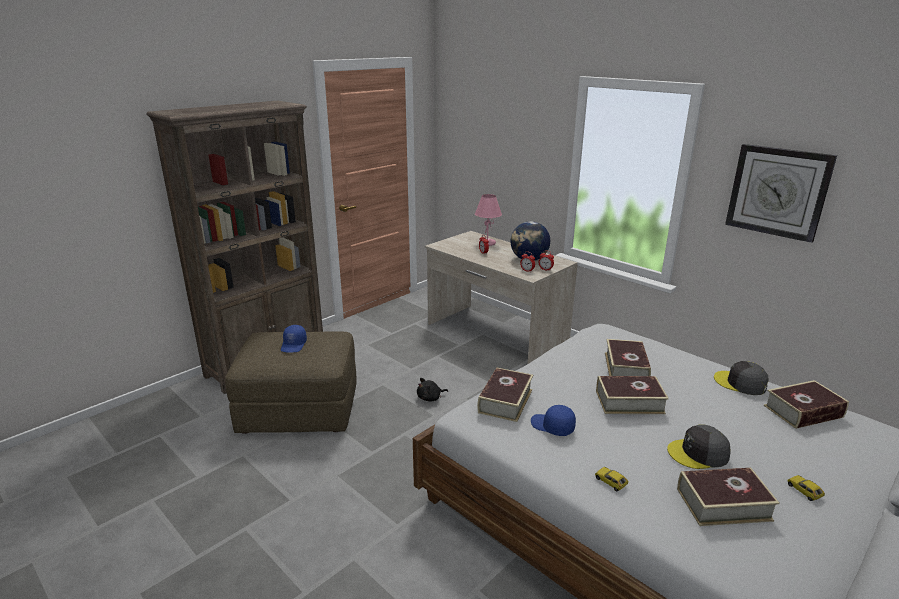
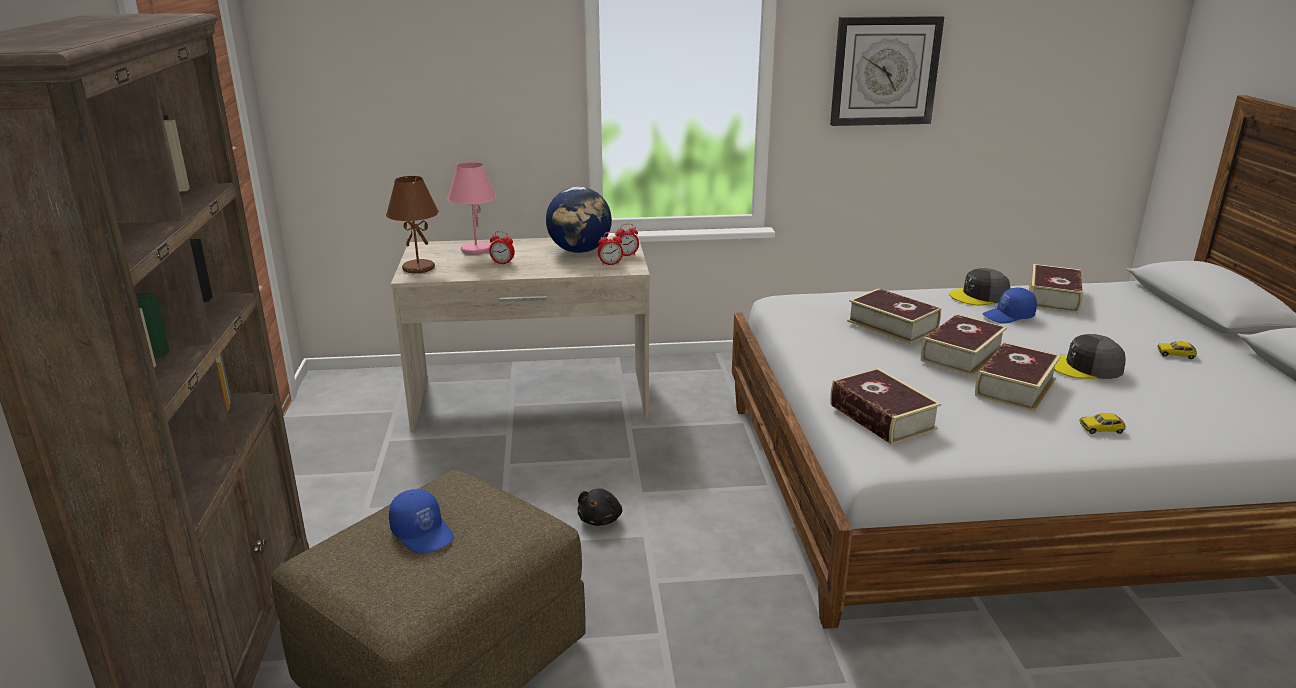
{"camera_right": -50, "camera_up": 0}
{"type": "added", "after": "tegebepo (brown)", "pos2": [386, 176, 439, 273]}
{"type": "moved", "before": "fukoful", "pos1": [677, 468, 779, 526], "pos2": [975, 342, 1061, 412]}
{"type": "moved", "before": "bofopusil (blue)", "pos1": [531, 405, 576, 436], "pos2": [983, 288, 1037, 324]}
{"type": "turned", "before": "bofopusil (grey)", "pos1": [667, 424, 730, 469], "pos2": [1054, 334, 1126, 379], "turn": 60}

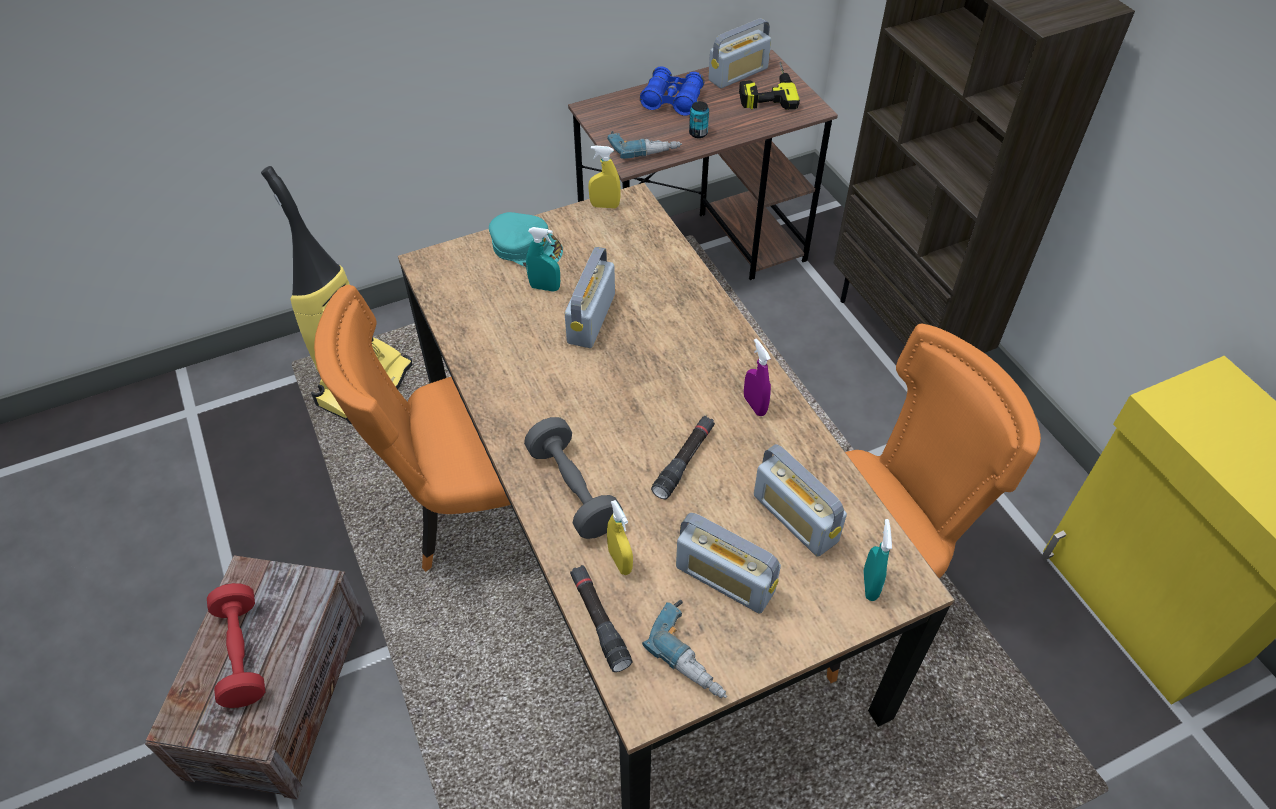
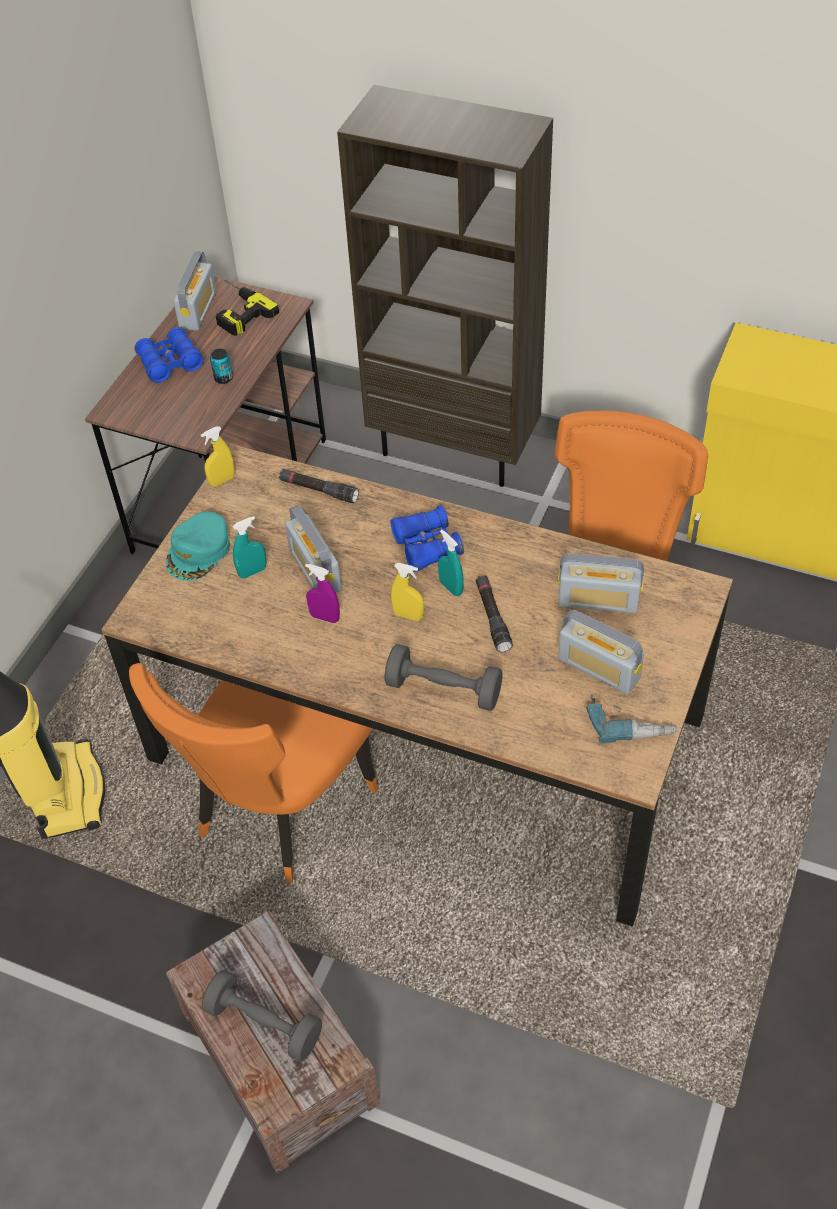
{"camera_right": -40, "camera_up": 0}
{"type": "turned", "before": "bofopusil (turquoise)", "pos1": [489, 212, 563, 267], "pos2": [166, 512, 230, 581], "turn": 120}
{"type": "recoloured", "before": "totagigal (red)", "after": "totagigal (grey)", "pos1": [207, 583, 265, 708], "pos2": [202, 970, 322, 1062]}
{"type": "moved", "before": "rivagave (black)", "pos1": [570, 565, 633, 672], "pos2": [279, 469, 359, 503]}
{"type": "moved", "before": "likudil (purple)", "pos1": [744, 338, 771, 416], "pos2": [305, 564, 340, 623]}
{"type": "added", "after": "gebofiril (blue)", "pos2": [390, 505, 464, 572]}
{"type": "moved", "before": "likudil (yellow)", "pos1": [607, 500, 633, 575], "pos2": [391, 563, 424, 621]}
{"type": "moved", "before": "likudil (turquoise)", "pos1": [864, 519, 892, 601], "pos2": [438, 530, 464, 596]}
{"type": "turned", "before": "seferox", "pos1": [676, 513, 781, 614], "pos2": [558, 610, 644, 694], "turn": 45}
{"type": "removed", "before": "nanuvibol", "pos1": [607, 131, 682, 159]}

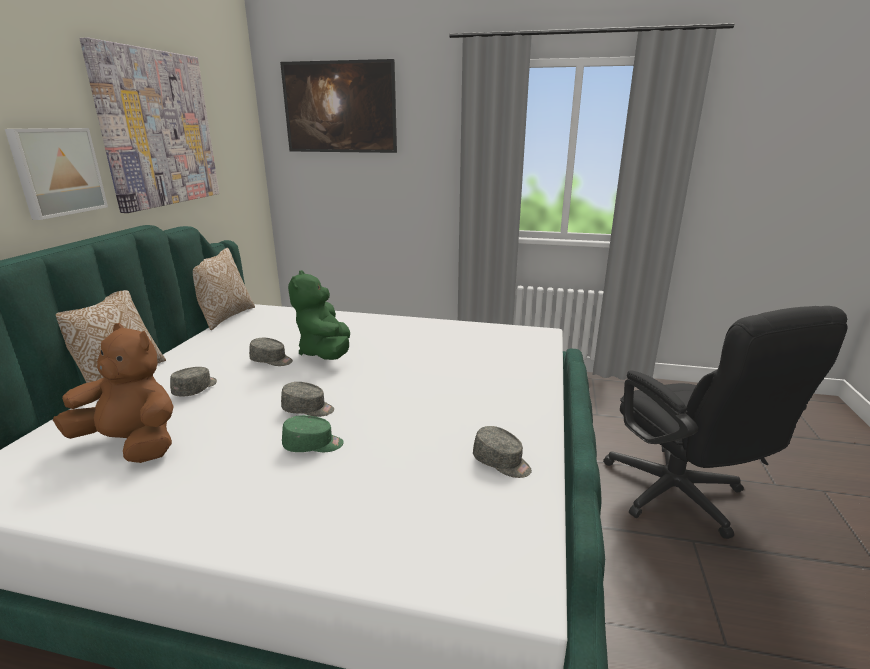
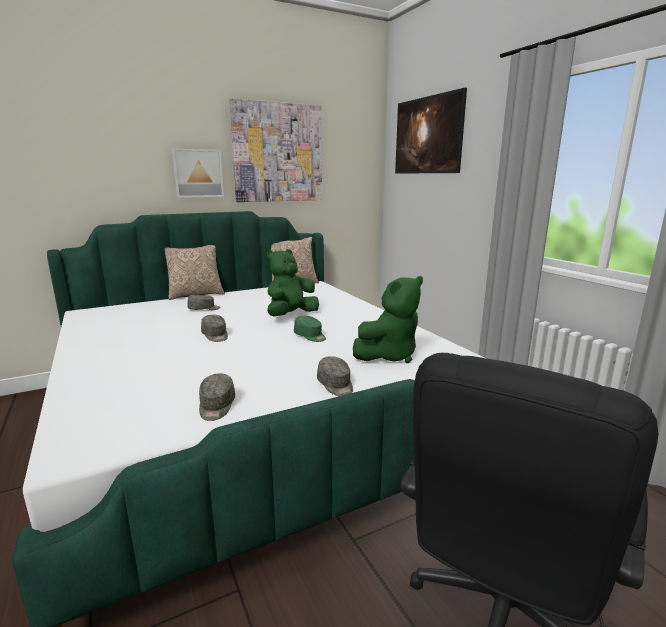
{"camera_right": 50, "camera_up": -5}
{"type": "moved", "before": "bofopusil (green)", "pos1": [282, 415, 344, 452], "pos2": [294, 316, 326, 342]}
{"type": "moved", "before": "bofopusil (grey)", "pos1": [249, 338, 293, 366], "pos2": [317, 356, 353, 396]}
{"type": "added", "after": "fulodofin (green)", "pos2": [353, 276, 423, 363]}
{"type": "removed", "before": "fulodofin (brown)", "pos1": [53, 323, 173, 463]}

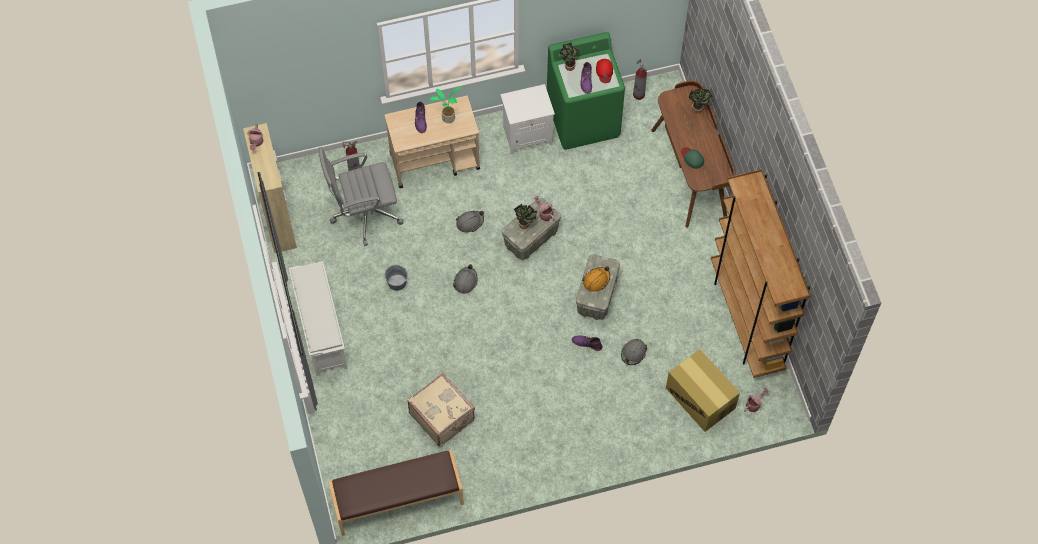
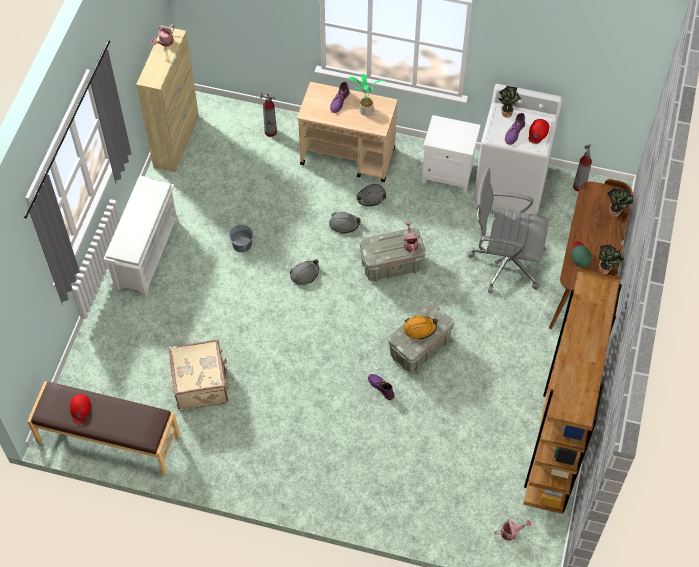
{"camera_right": 30, "camera_up": -5}
{"type": "added", "after": "bofopusil (red)", "pos2": [70, 394, 91, 425]}
{"type": "moved", "before": "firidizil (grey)", "pos1": [621, 339, 647, 365], "pos2": [356, 184, 386, 206]}
{"type": "moved", "before": "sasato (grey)", "pos1": [319, 147, 403, 246], "pos2": [468, 167, 549, 293]}
{"type": "recoloured", "before": "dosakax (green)", "after": "dosakax (white)", "pos1": [547, 32, 625, 150], "pos2": [474, 84, 563, 215]}
{"type": "moved", "before": "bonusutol", "pos1": [514, 204, 537, 229], "pos2": [599, 244, 624, 274]}
{"type": "removed", "before": "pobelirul", "pos1": [666, 349, 740, 432]}

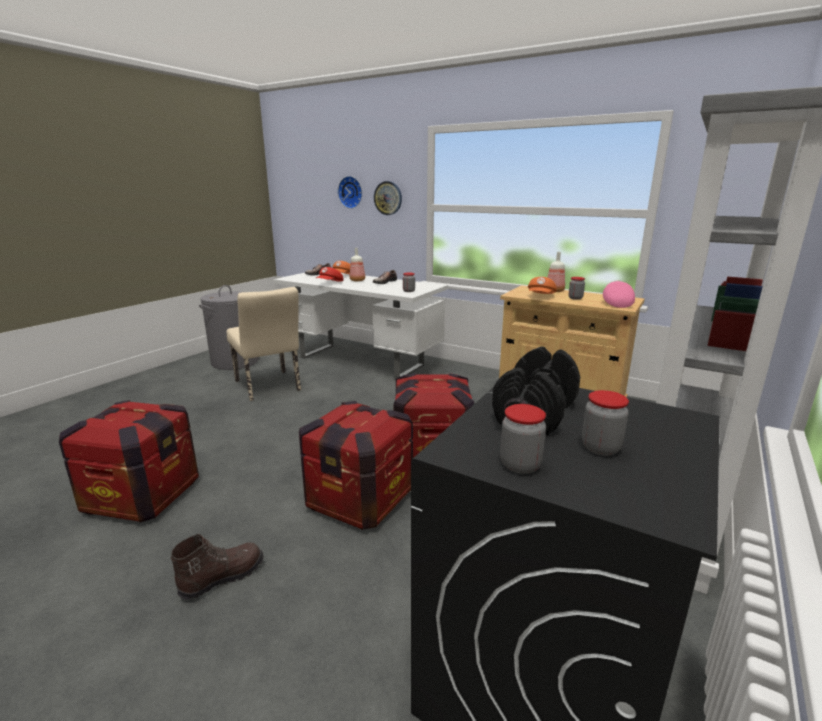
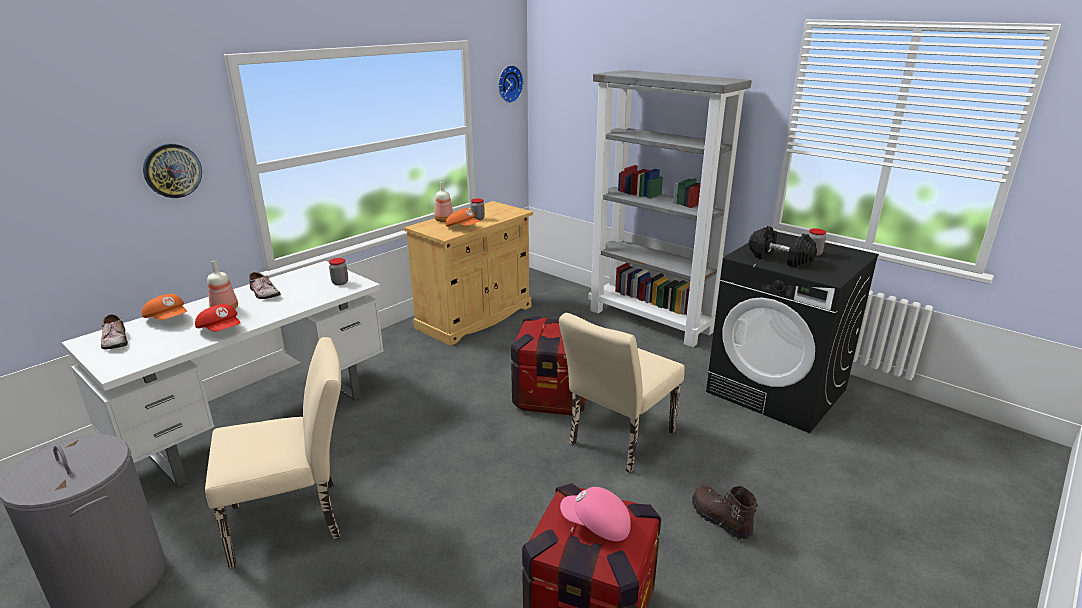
{"camera_right": -80, "camera_up": 5}
{"type": "moved", "before": "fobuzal", "pos1": [338, 176, 362, 209], "pos2": [498, 65, 524, 103]}
{"type": "replaced", "before": "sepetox", "after": "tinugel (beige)", "pos1": [299, 401, 413, 530], "pos2": [559, 313, 685, 473]}
{"type": "moved", "before": "bofopusil (pink)", "pos1": [603, 281, 635, 308], "pos2": [560, 487, 631, 541]}
{"type": "removed", "before": "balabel", "pos1": [500, 404, 546, 474]}

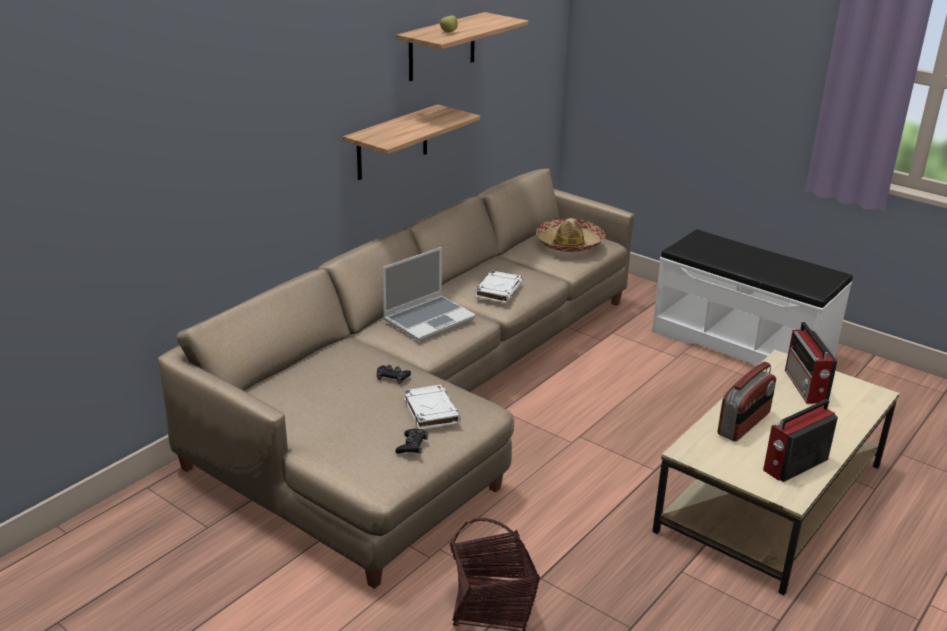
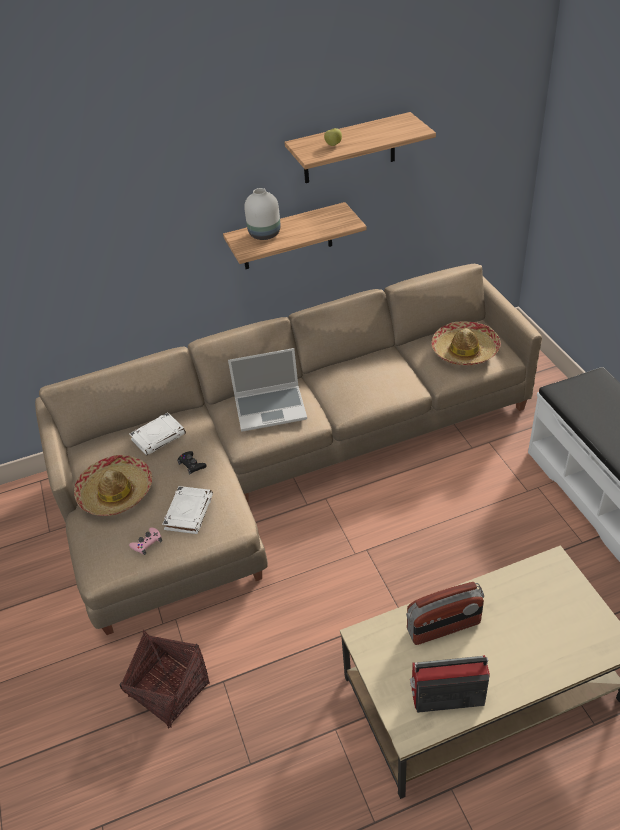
{"camera_right": 35, "camera_up": 15}
{"type": "added", "after": "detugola", "pos2": [74, 455, 152, 516]}
{"type": "moved", "before": "fukoful (white)", "pos1": [475, 270, 523, 303], "pos2": [129, 412, 186, 456]}
{"type": "recoloured", "before": "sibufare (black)", "after": "sibufare (pink)", "pos1": [395, 429, 428, 454], "pos2": [129, 527, 162, 555]}
{"type": "added", "after": "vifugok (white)", "pos2": [244, 188, 281, 240]}
{"type": "removed", "before": "seferox", "pos1": [785, 322, 837, 404]}

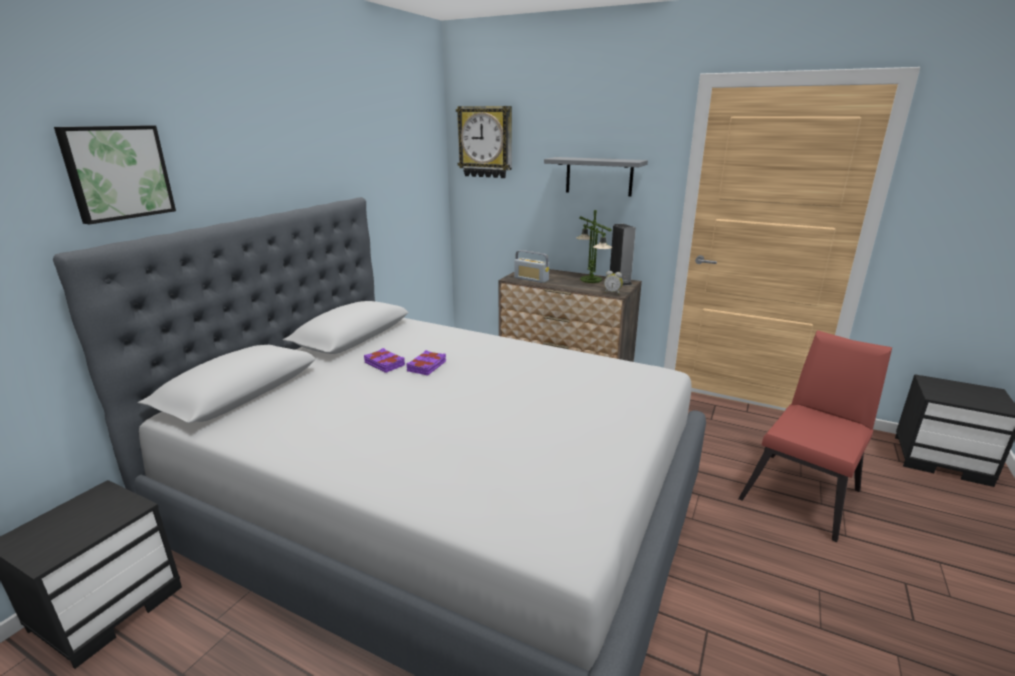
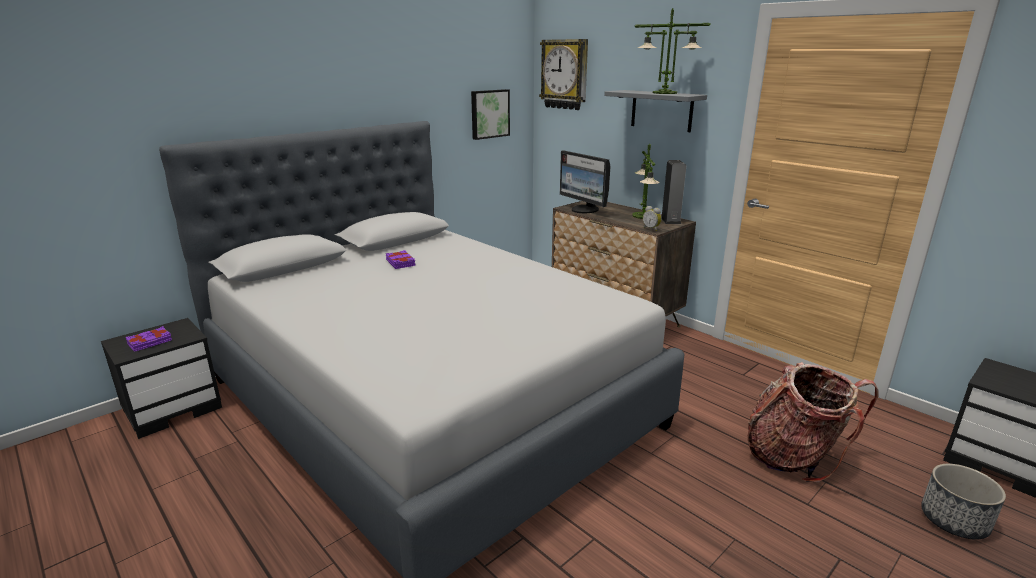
{"camera_right": 20, "camera_up": 0}
{"type": "moved", "before": "fukoful (purple)", "pos1": [406, 350, 446, 376], "pos2": [126, 326, 172, 352]}
{"type": "moved", "before": "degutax", "pos1": [54, 125, 176, 225], "pos2": [471, 89, 510, 140]}
{"type": "replaced", "before": "seferox", "after": "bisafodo", "pos1": [514, 250, 549, 283], "pos2": [560, 150, 610, 213]}
{"type": "added", "after": "tegebepo", "pos2": [635, 8, 711, 94]}
{"type": "replaced", "before": "tinugel (red)", "after": "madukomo", "pos1": [738, 330, 892, 542], "pos2": [748, 362, 879, 482]}
{"type": "added", "after": "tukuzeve", "pos2": [921, 464, 1006, 540]}

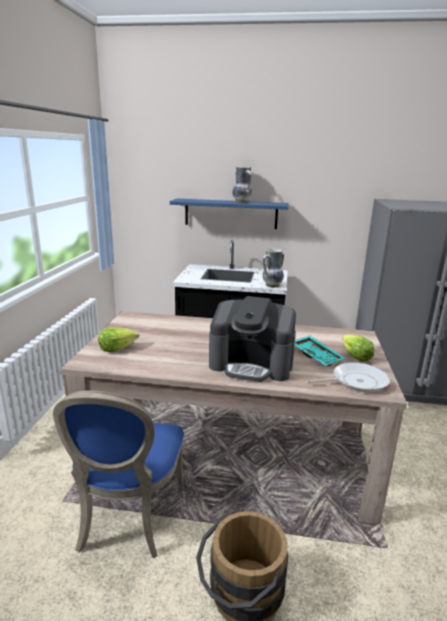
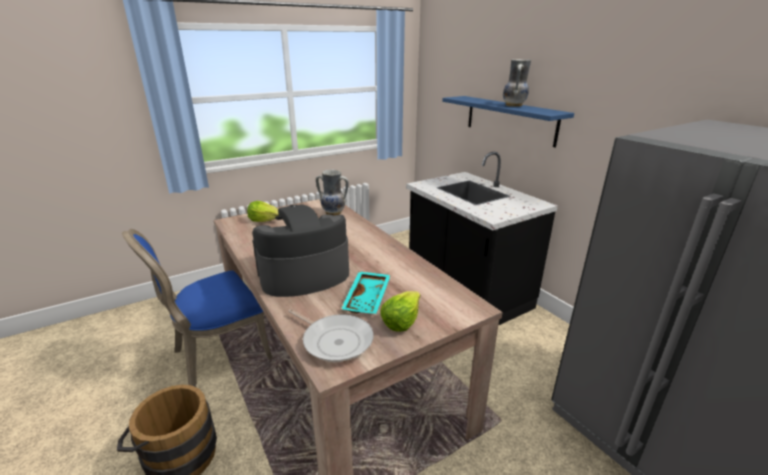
{"camera_right": 50, "camera_up": 5}
{"type": "turned", "before": "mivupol", "pos1": [209, 296, 296, 382], "pos2": [252, 204, 349, 297], "turn": 90}
{"type": "moved", "before": "vifugok", "pos1": [263, 249, 284, 287], "pos2": [316, 170, 349, 216]}

